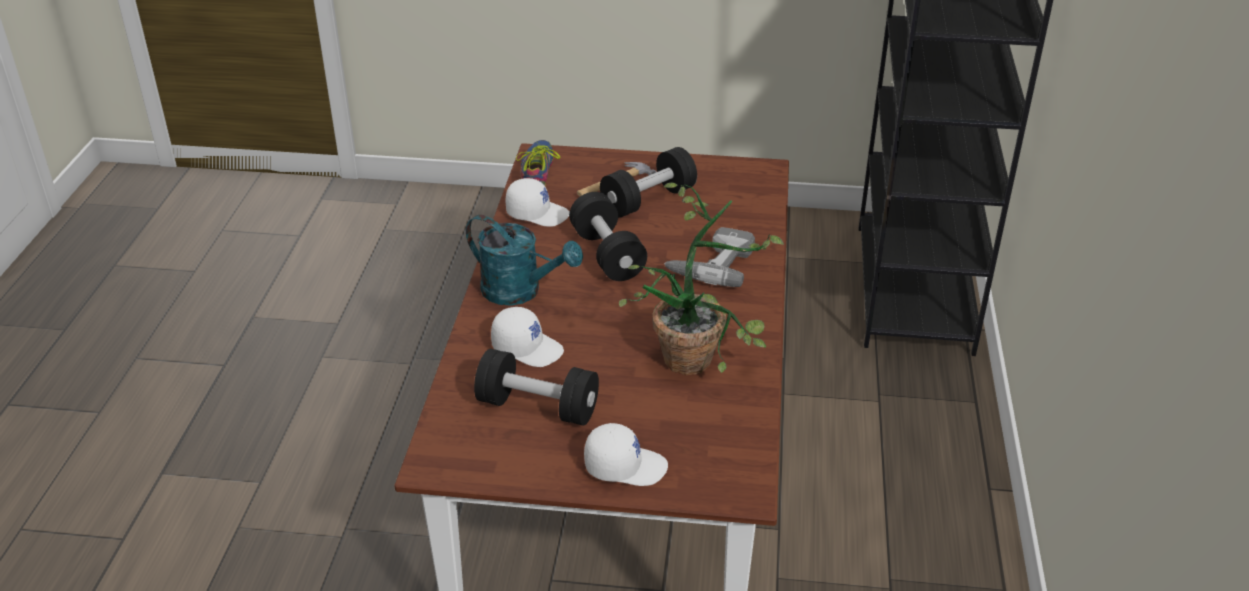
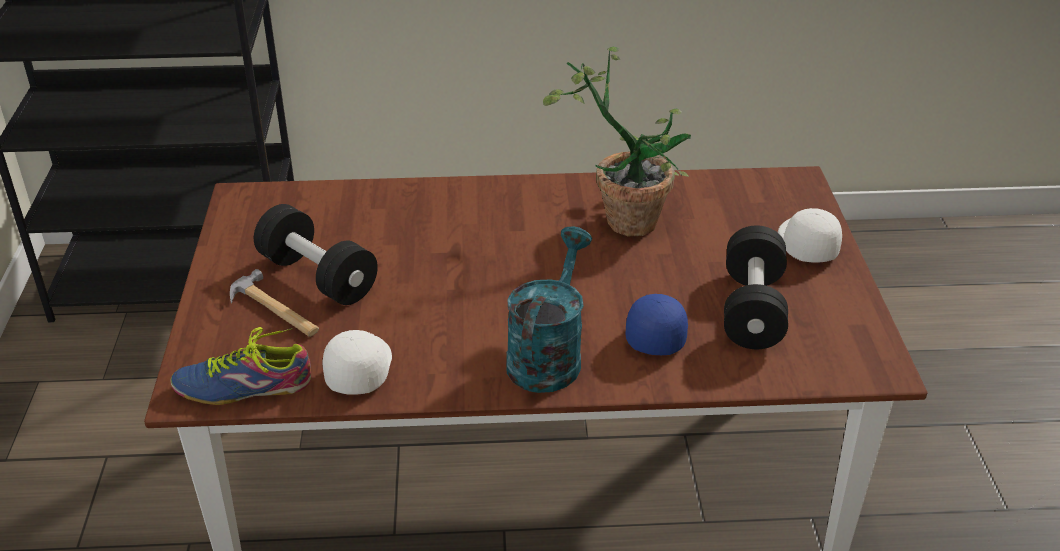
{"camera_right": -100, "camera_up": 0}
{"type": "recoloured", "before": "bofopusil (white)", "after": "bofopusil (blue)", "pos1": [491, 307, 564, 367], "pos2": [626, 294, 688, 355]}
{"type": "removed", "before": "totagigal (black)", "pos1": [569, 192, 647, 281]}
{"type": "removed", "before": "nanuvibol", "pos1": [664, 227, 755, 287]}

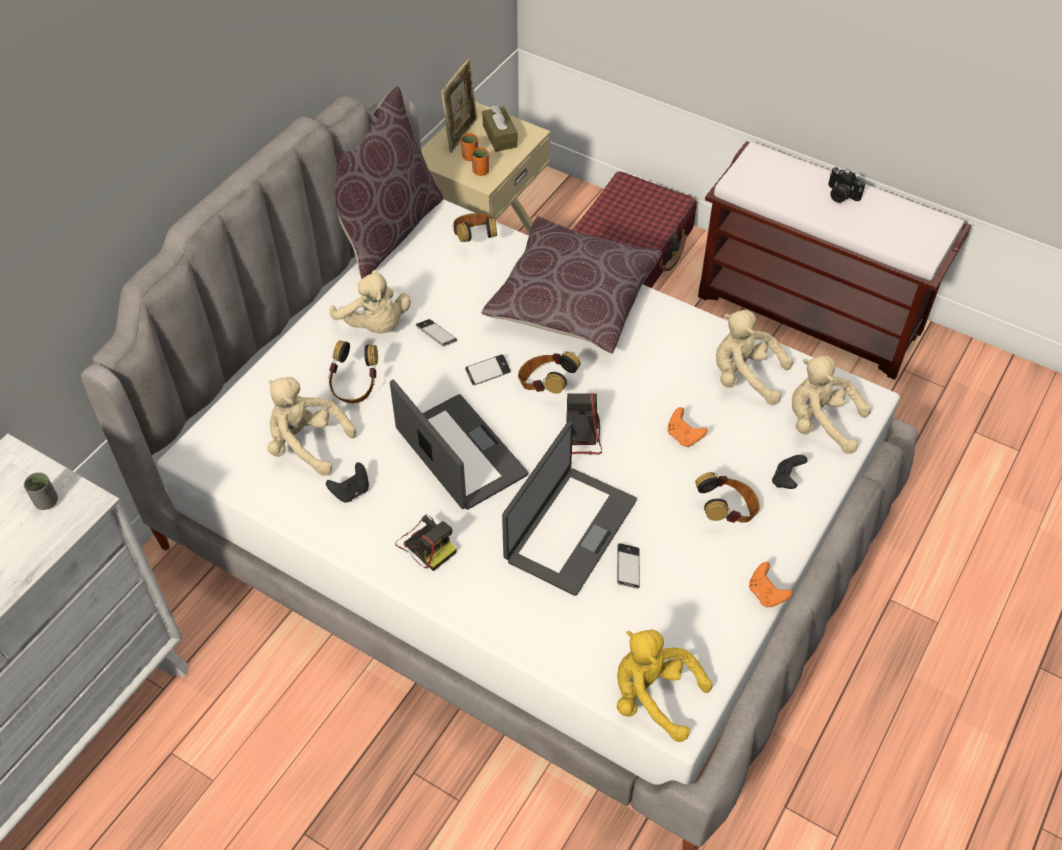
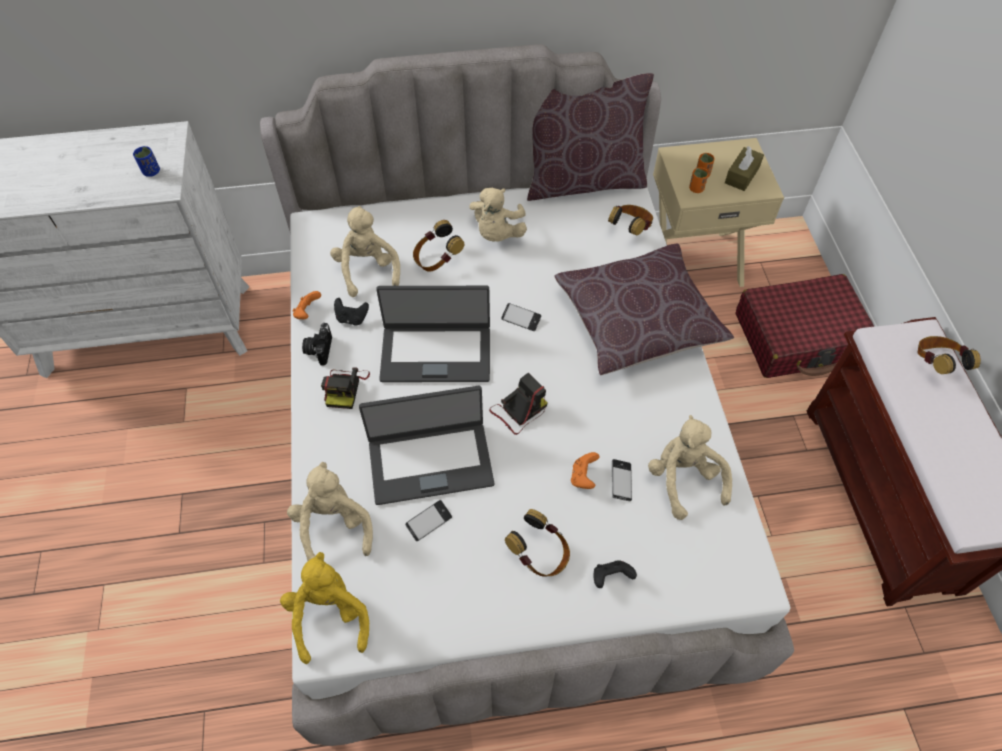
{"camera_right": 50, "camera_up": 5}
{"type": "recoloured", "before": "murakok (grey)", "after": "murakok (blue)", "pos1": [24, 473, 58, 510], "pos2": [133, 146, 160, 177]}
{"type": "moved", "before": "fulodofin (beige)", "pos1": [792, 356, 871, 454], "pos2": [287, 462, 373, 561]}
{"type": "moved", "before": "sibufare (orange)", "pos1": [749, 562, 793, 607], "pos2": [293, 291, 321, 319]}
{"type": "moved", "before": "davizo", "pos1": [828, 167, 865, 203], "pos2": [302, 323, 332, 366]}
{"type": "turned", "before": "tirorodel", "pos1": [390, 379, 528, 510], "pos2": [376, 286, 490, 382], "turn": 75}
{"type": "moved", "before": "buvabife", "pos1": [416, 319, 457, 346], "pos2": [612, 459, 632, 501]}
{"type": "moved", "before": "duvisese", "pos1": [518, 352, 581, 394], "pos2": [917, 336, 981, 374]}
{"type": "removed", "before": "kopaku", "pos1": [441, 58, 478, 153]}

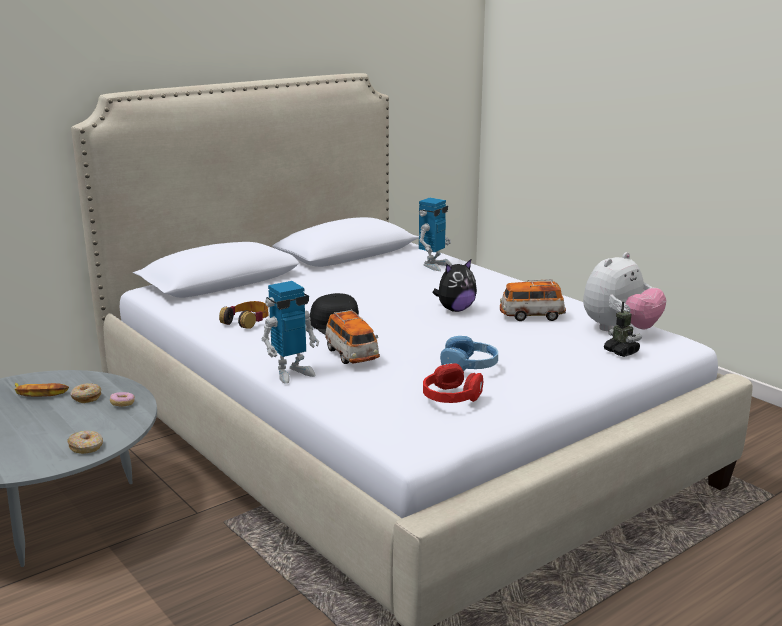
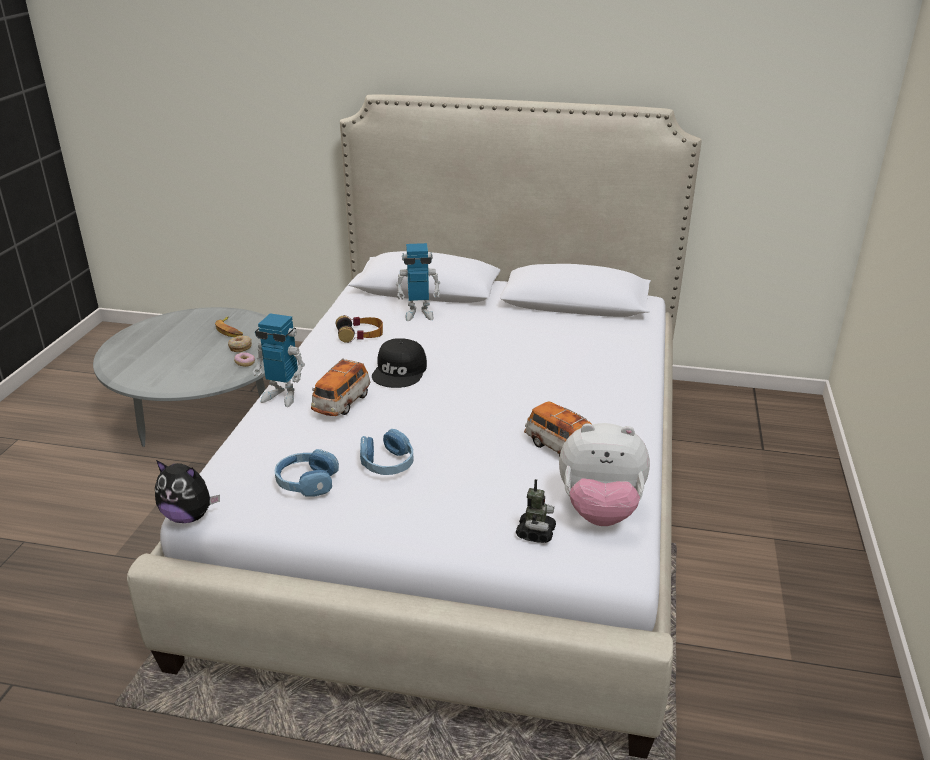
{"camera_right": 50, "camera_up": 10}
{"type": "moved", "before": "fulodofin", "pos1": [432, 259, 477, 312], "pos2": [155, 460, 220, 523]}
{"type": "recoloured", "before": "duvisese (red)", "after": "duvisese (blue)", "pos1": [423, 363, 484, 403], "pos2": [275, 449, 339, 497]}
{"type": "moved", "before": "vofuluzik", "pos1": [419, 198, 452, 271], "pos2": [396, 243, 441, 321]}
{"type": "removed", "before": "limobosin", "pos1": [67, 431, 103, 454]}

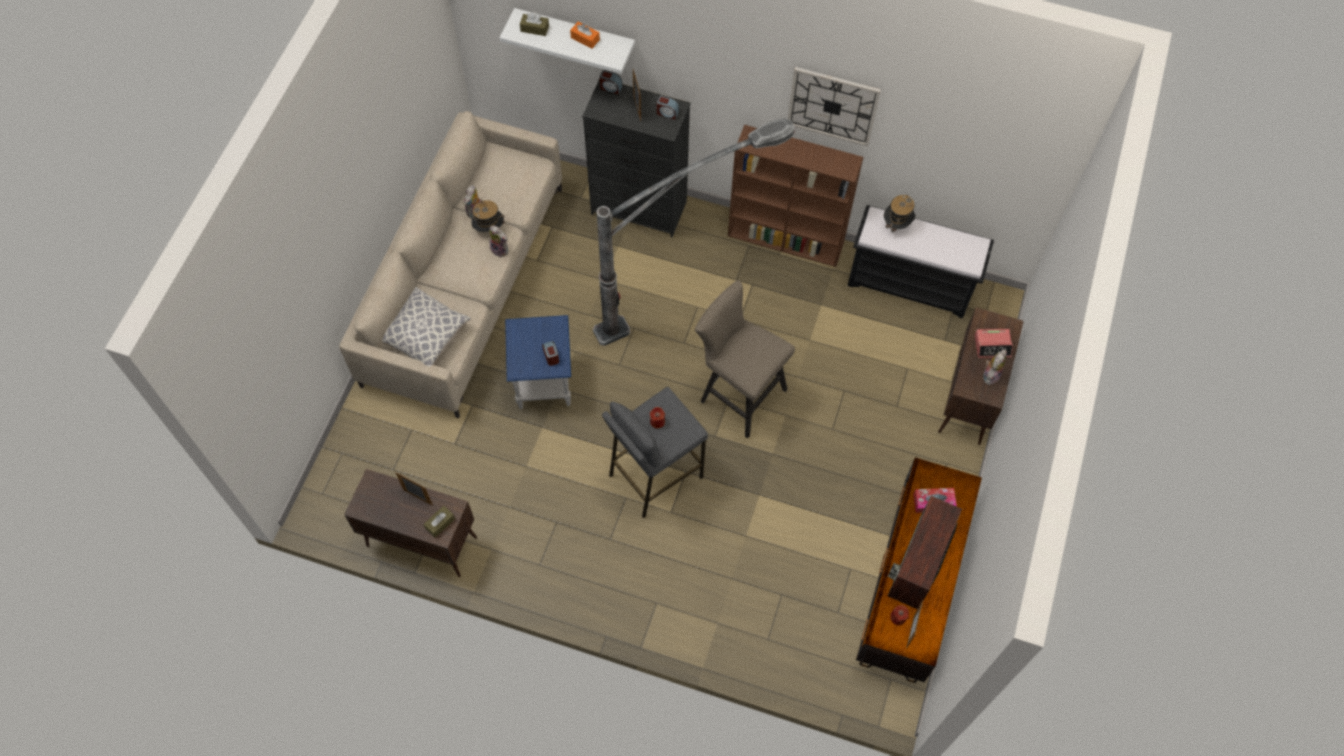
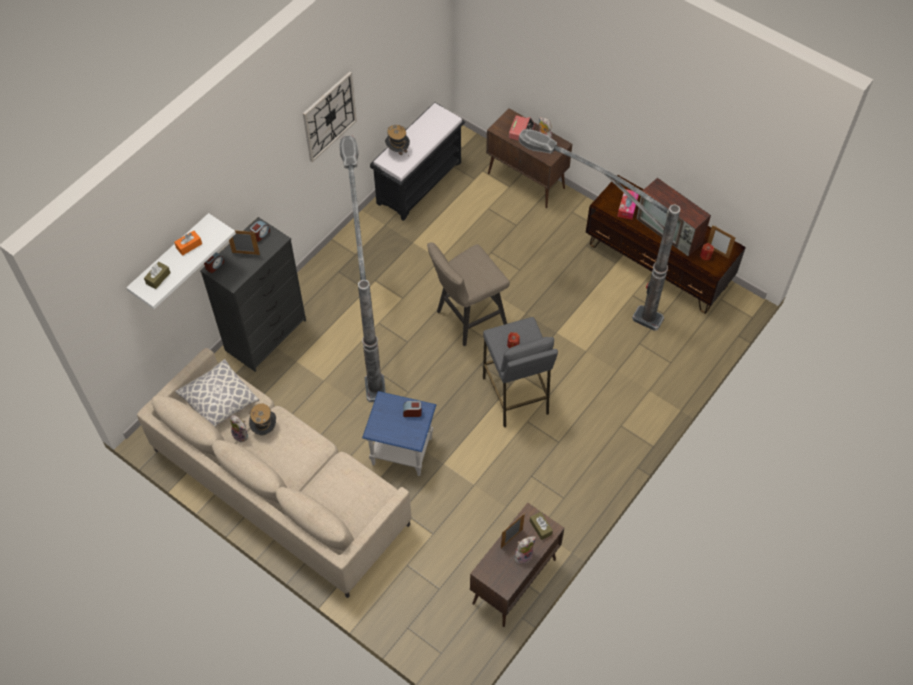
{"camera_right": -70, "camera_up": -5}
{"type": "moved", "before": "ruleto", "pos1": [382, 287, 471, 367], "pos2": [175, 359, 259, 427]}
{"type": "moved", "before": "fulodofin", "pos1": [489, 225, 508, 258], "pos2": [515, 536, 536, 564]}
{"type": "added", "after": "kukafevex", "pos2": [519, 129, 680, 331]}
{"type": "removed", "before": "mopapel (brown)", "pos1": [728, 125, 863, 267]}

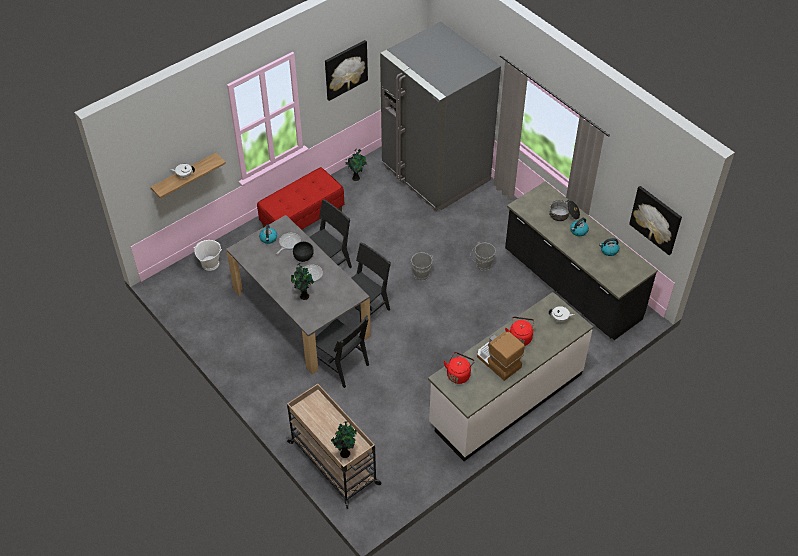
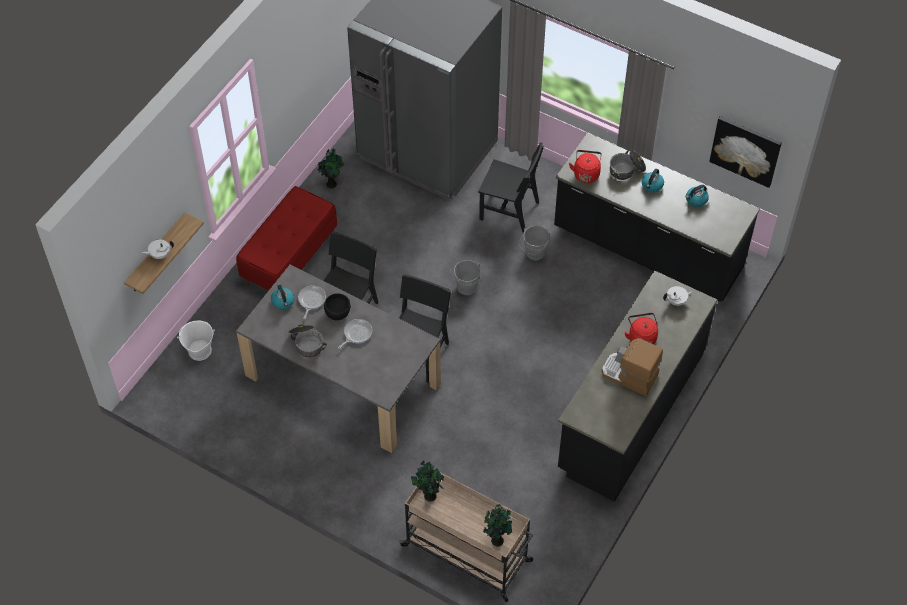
{"camera_right": -20, "camera_up": 5}
{"type": "added", "after": "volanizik", "pos2": [288, 324, 327, 357]}
{"type": "moved", "before": "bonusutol", "pos1": [291, 263, 314, 300], "pos2": [411, 460, 444, 501]}
{"type": "moved", "before": "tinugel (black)", "pos1": [315, 315, 369, 388], "pos2": [478, 142, 544, 233]}
{"type": "recoloured", "before": "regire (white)", "after": "regire (black)", "pos1": [428, 292, 593, 461], "pos2": [558, 270, 717, 502]}
{"type": "moved", "before": "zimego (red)", "pos1": [443, 352, 475, 384], "pos2": [569, 150, 602, 183]}
{"type": "removed", "before": "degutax", "pos1": [325, 40, 368, 101]}

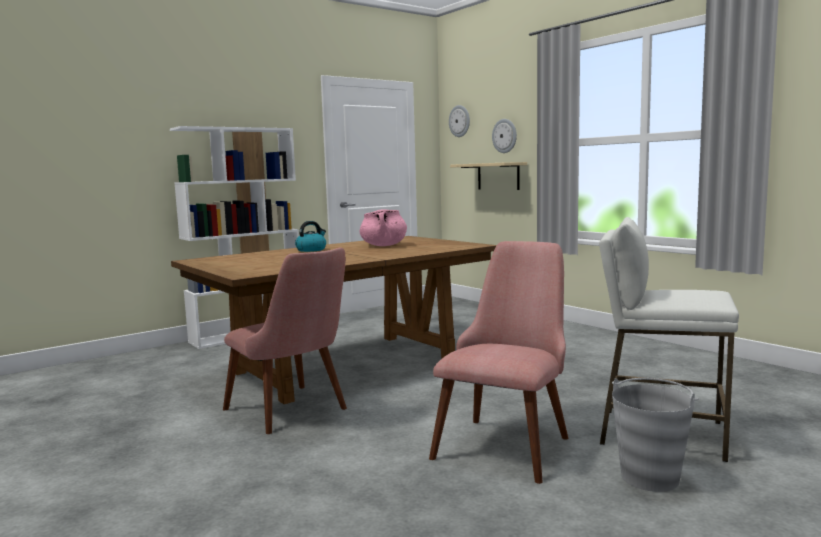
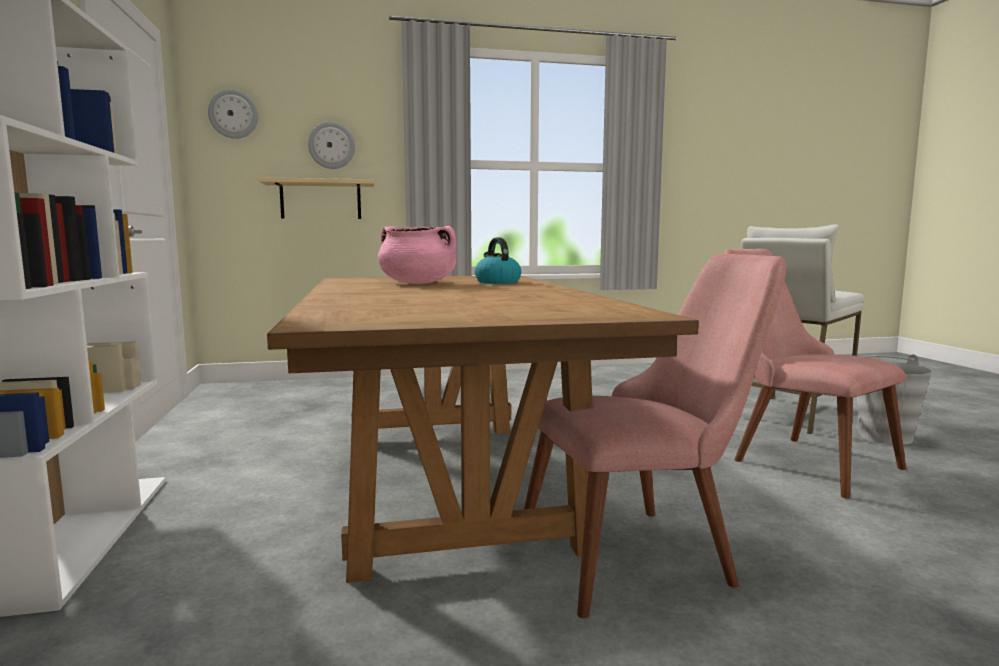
{"camera_right": -65, "camera_up": 0}
{"type": "moved", "before": "zimego", "pos1": [295, 221, 326, 252], "pos2": [475, 237, 521, 284]}

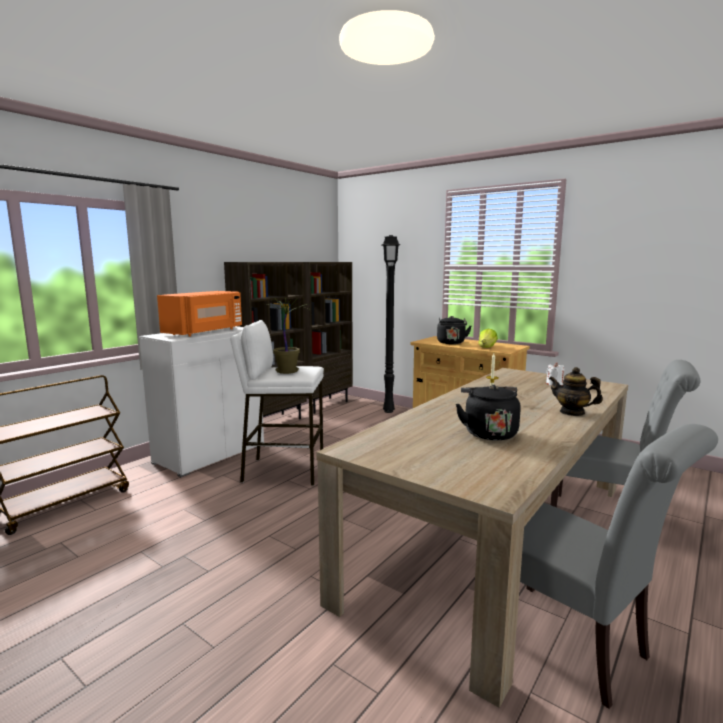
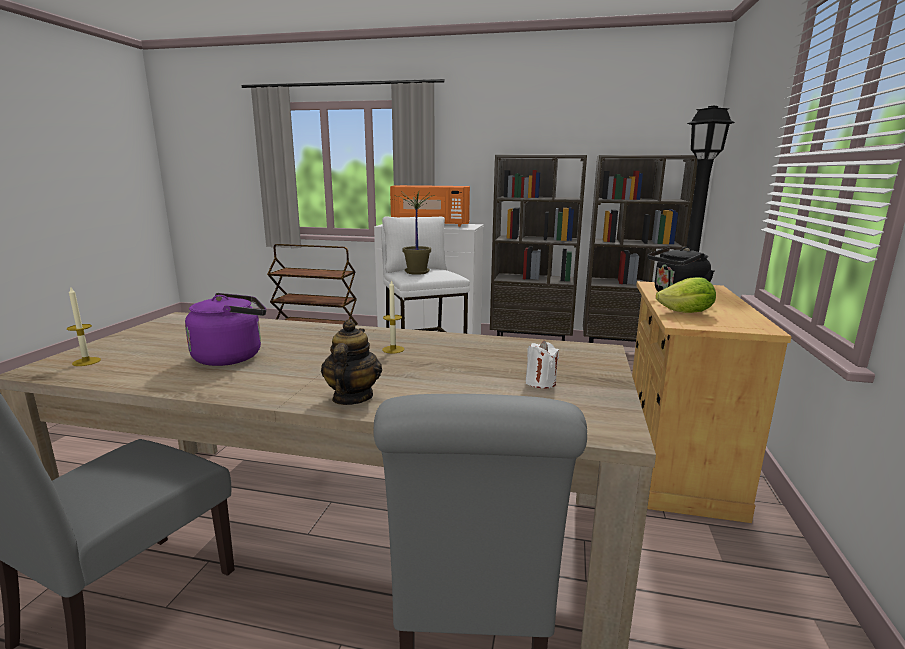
{"camera_right": 65, "camera_up": 5}
{"type": "added", "after": "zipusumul", "pos2": [67, 287, 101, 366]}
{"type": "recoloured", "before": "zimego (black)", "after": "zimego (purple)", "pos1": [456, 385, 521, 441], "pos2": [185, 293, 266, 366]}

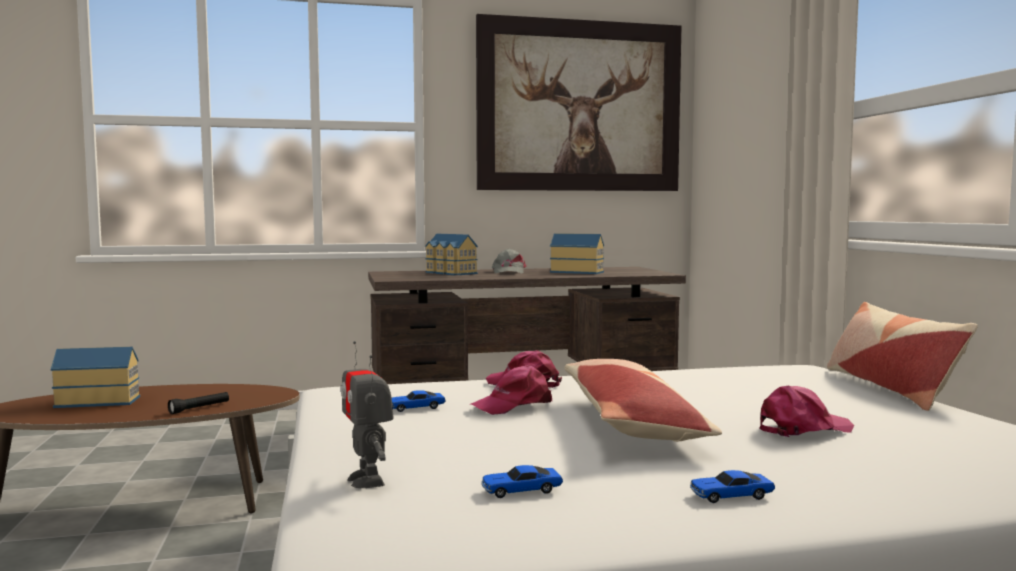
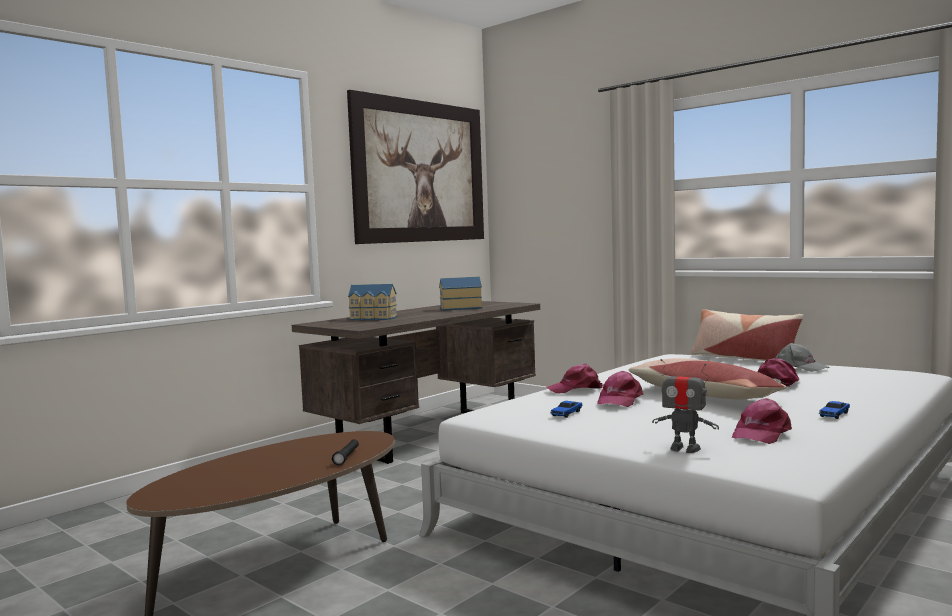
{"camera_right": -35, "camera_up": 0}
{"type": "replaced", "before": "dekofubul", "after": "bofopusil (pink)", "pos1": [481, 465, 563, 498], "pos2": [732, 398, 792, 444]}
{"type": "moved", "before": "bofopusil (grey)", "pos1": [492, 249, 527, 274], "pos2": [775, 343, 829, 372]}
{"type": "removed", "before": "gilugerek", "pos1": [50, 347, 140, 408]}

